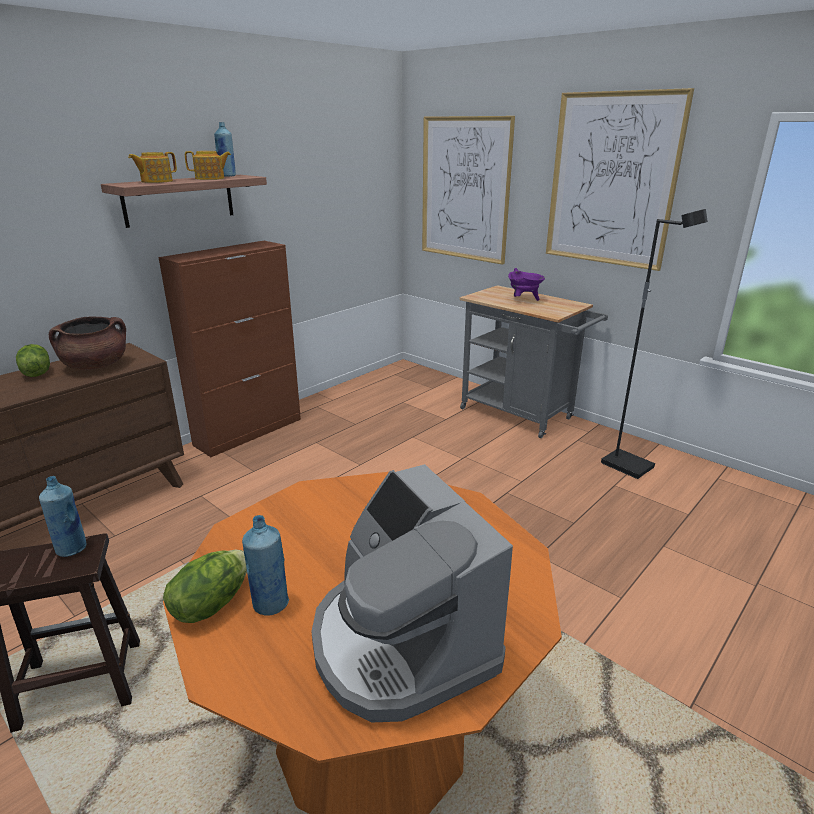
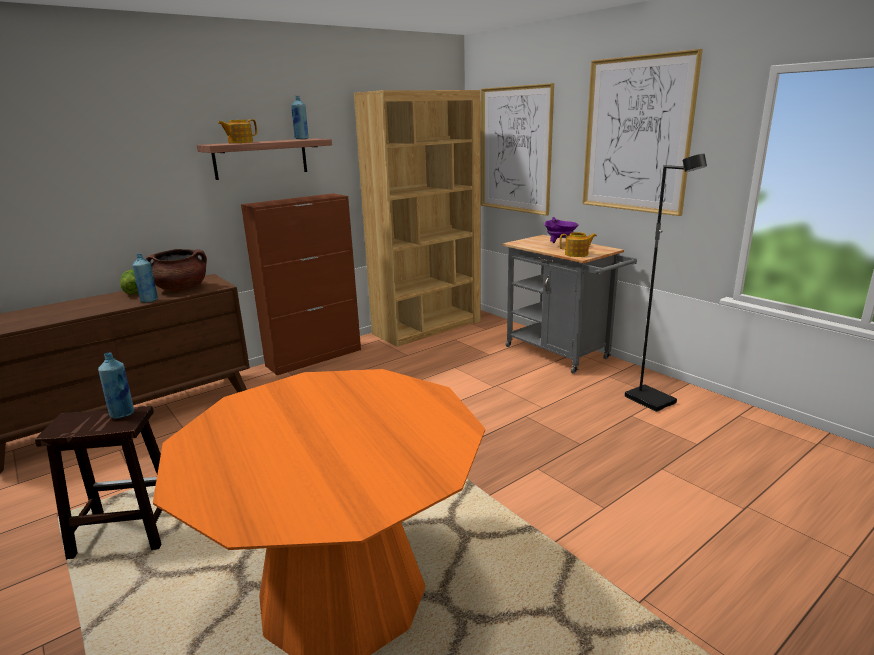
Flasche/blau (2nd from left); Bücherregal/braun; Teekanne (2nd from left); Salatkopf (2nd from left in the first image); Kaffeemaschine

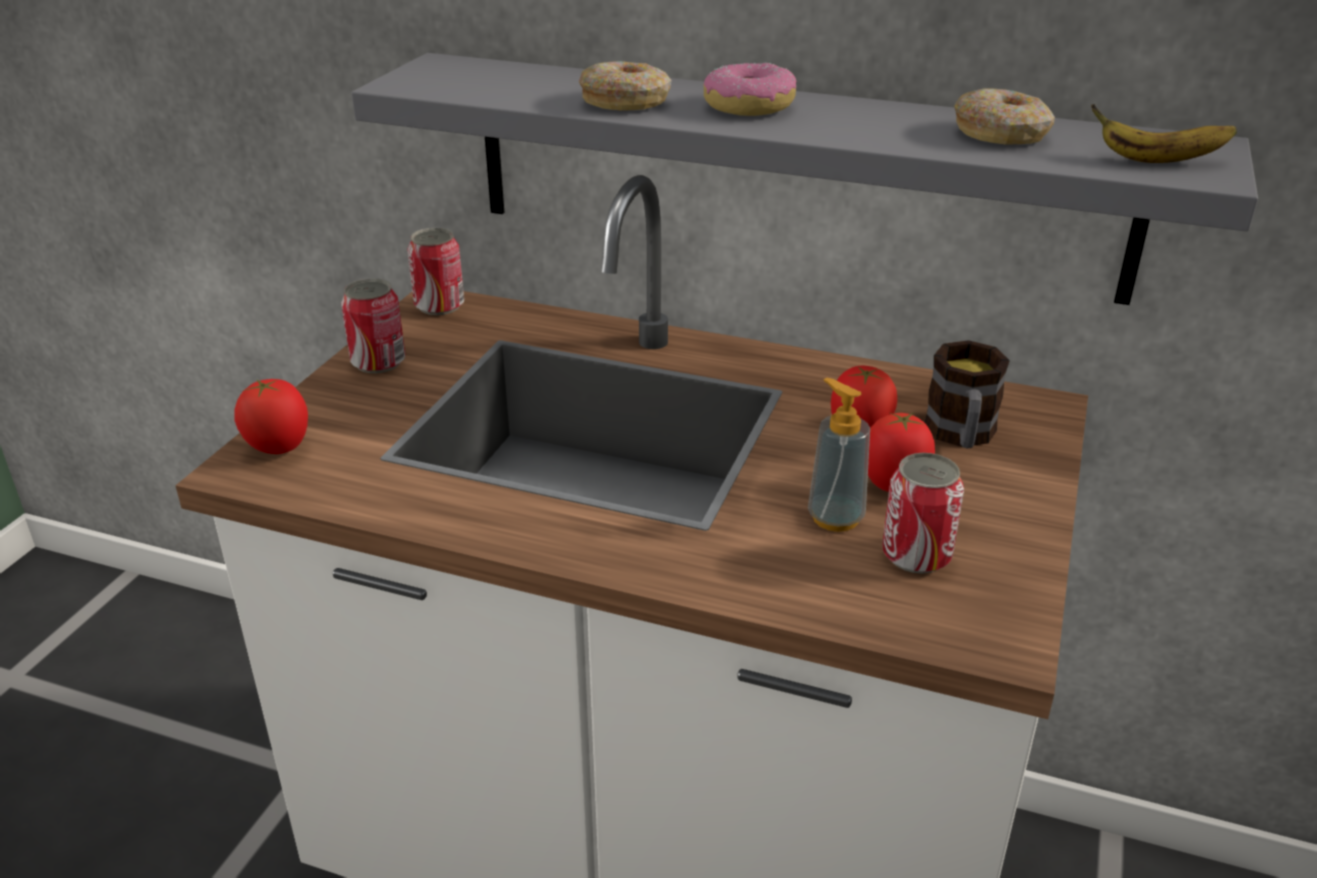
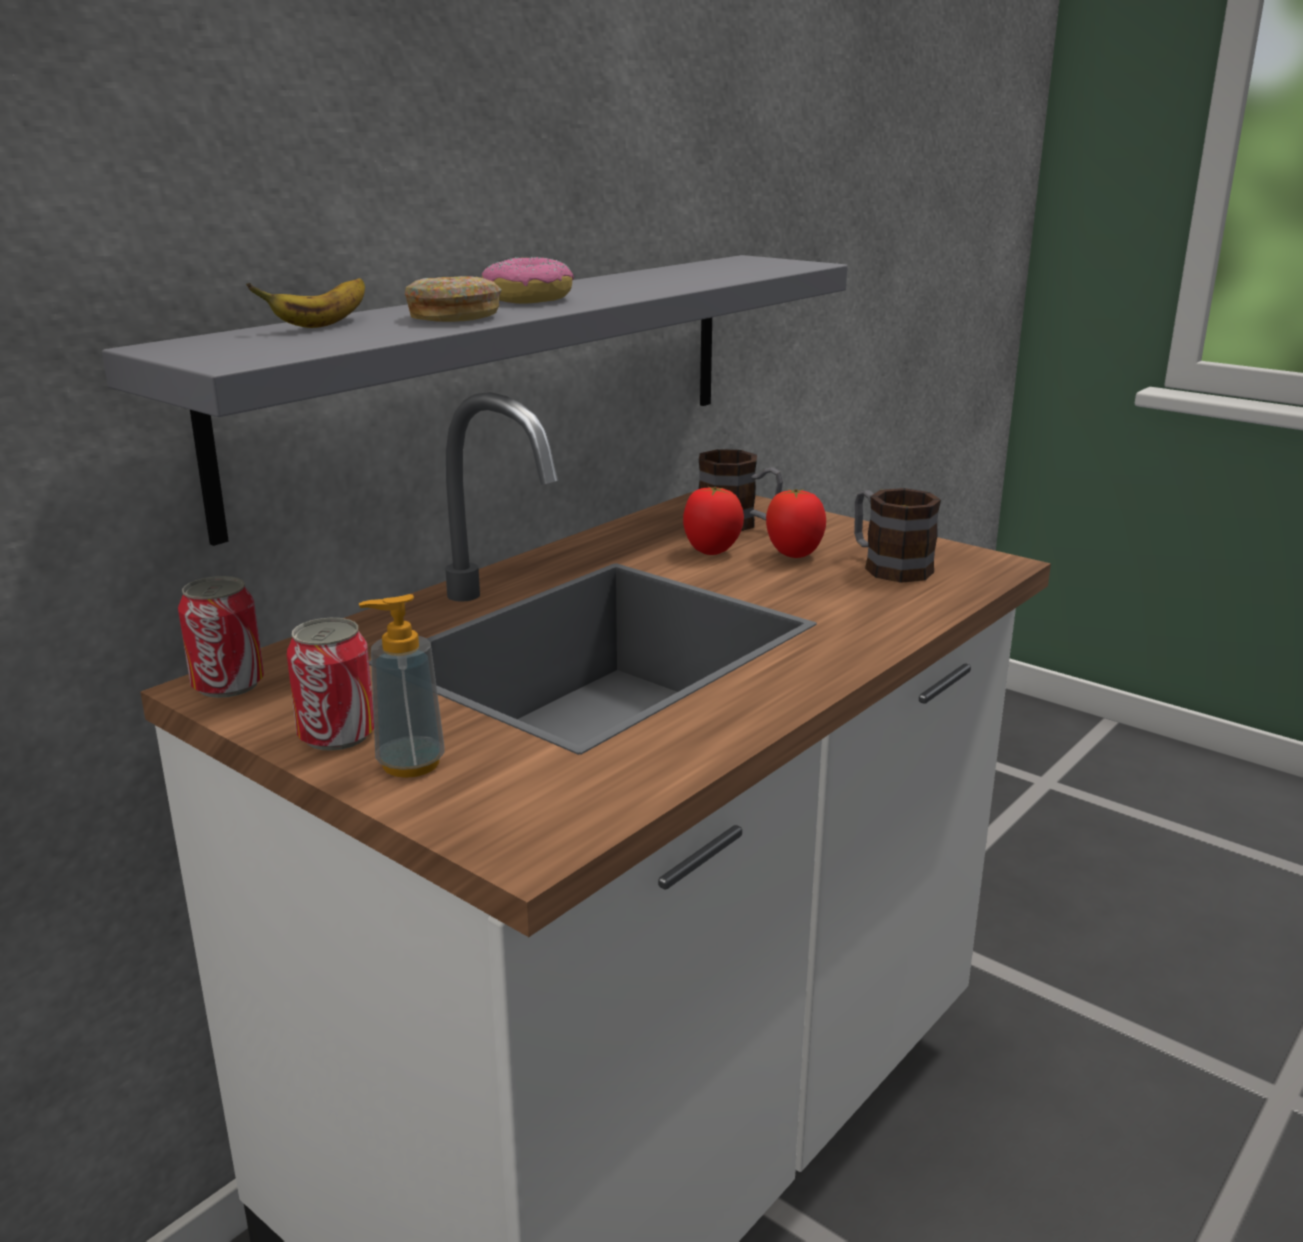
Banane; Seifenspender; Henkelbecher (2nd from left); Tomate (1st from left in the first image); Donut (3rd from left in the first image)

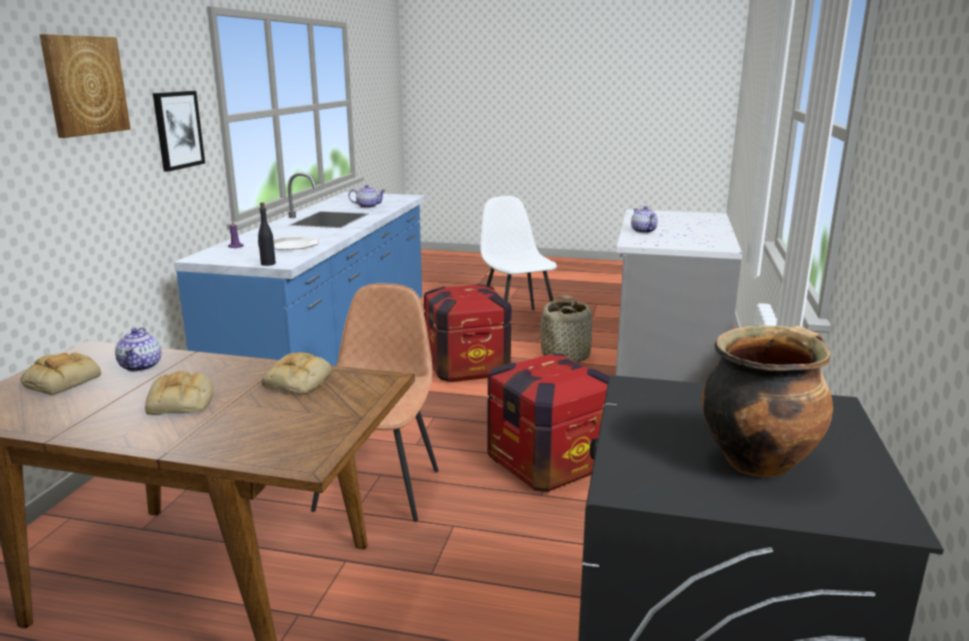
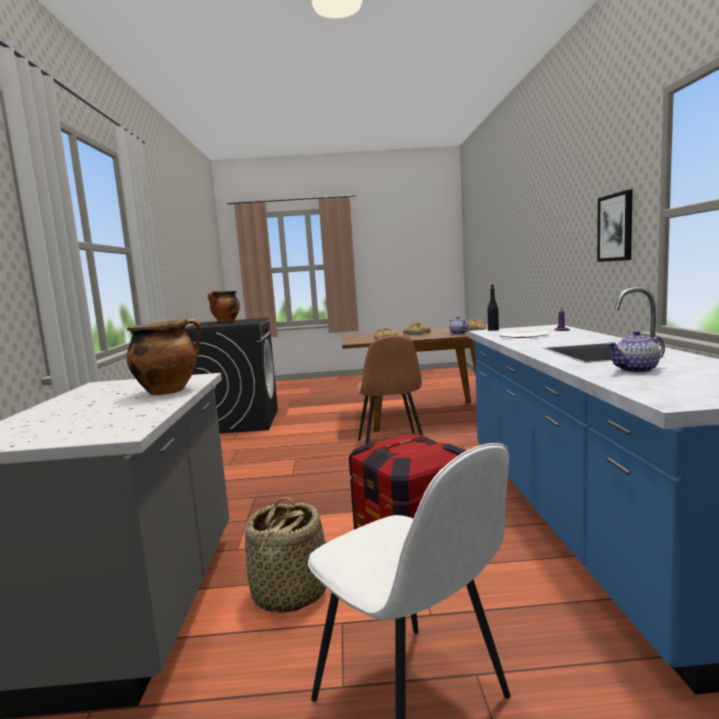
Kochtopf (1st from left); Bild (1st from left in the first image); Kiste (2nd from left in the first image)

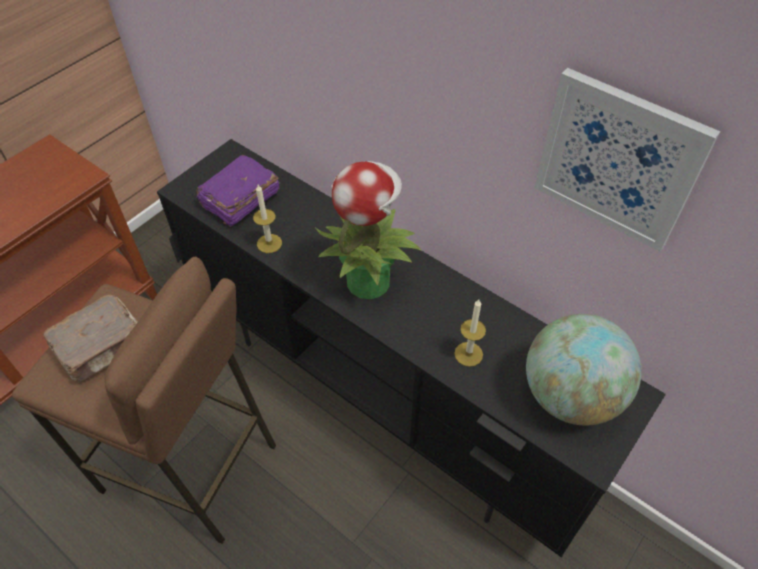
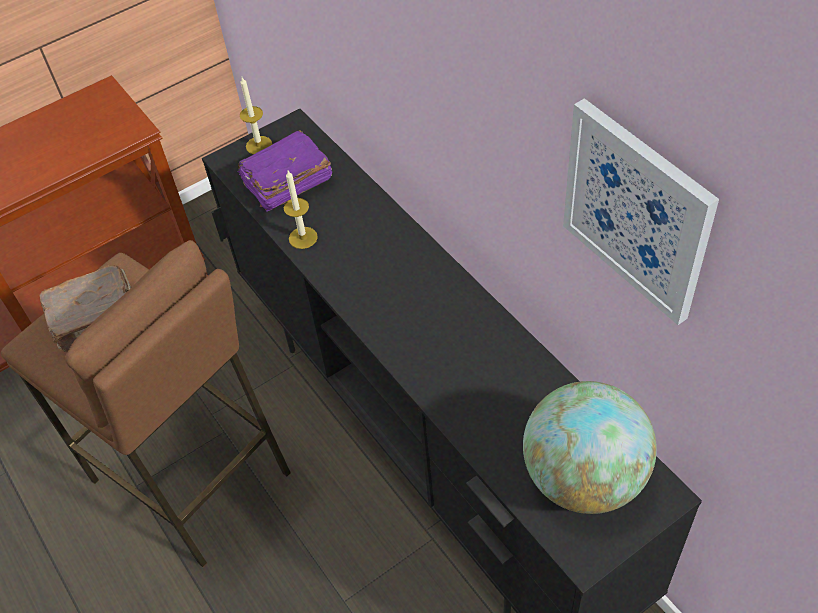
Kerze (1st from left); Topfpflanze

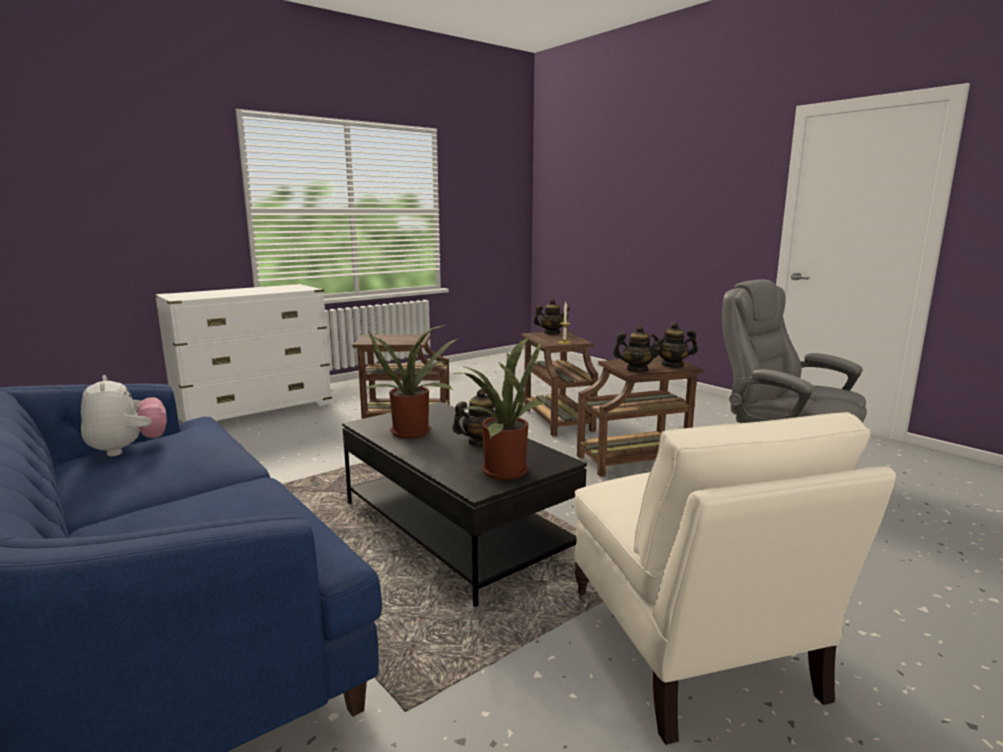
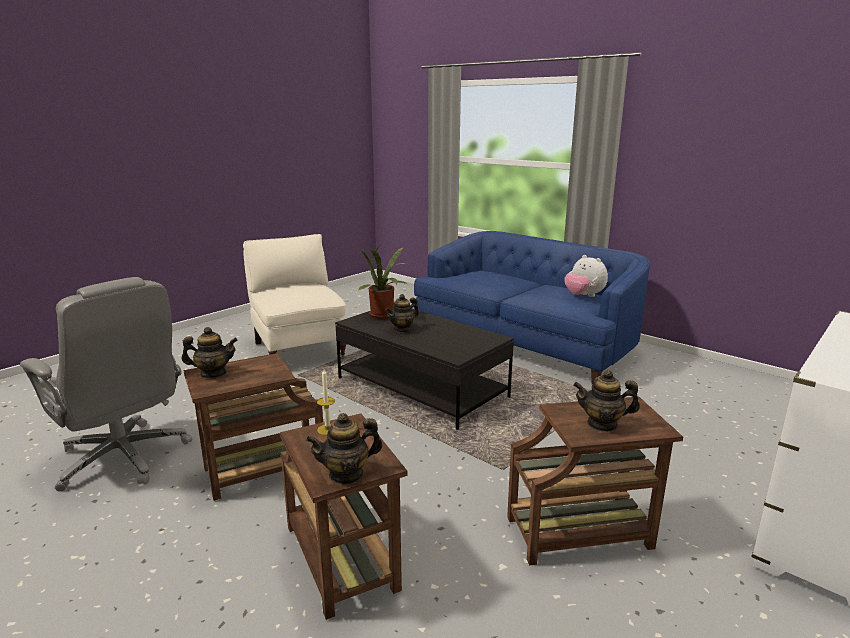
Teekanne (4th from left); Topfpflanze (1st from left in the first image)

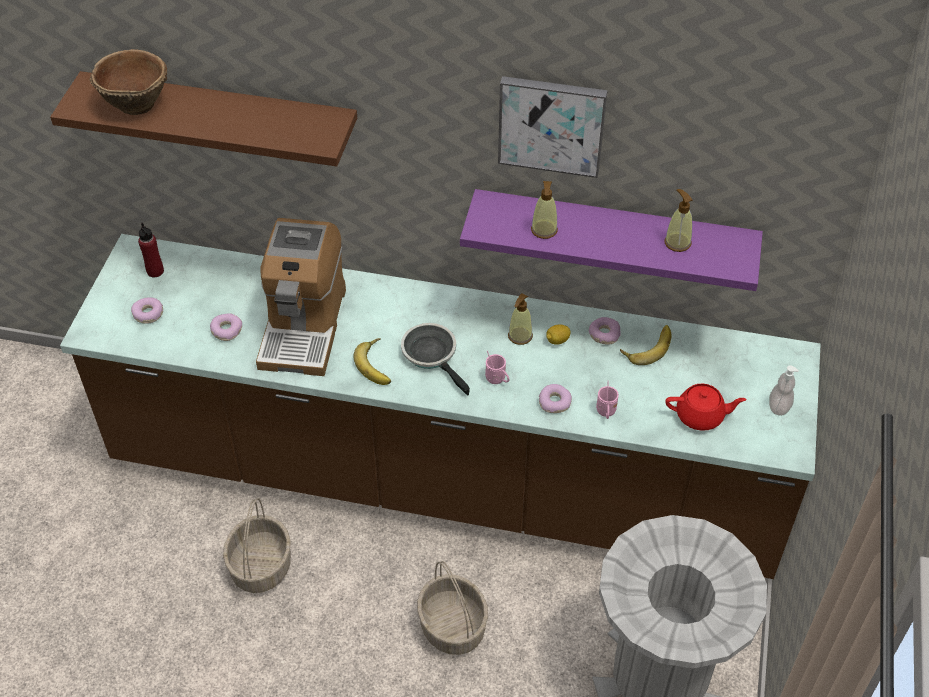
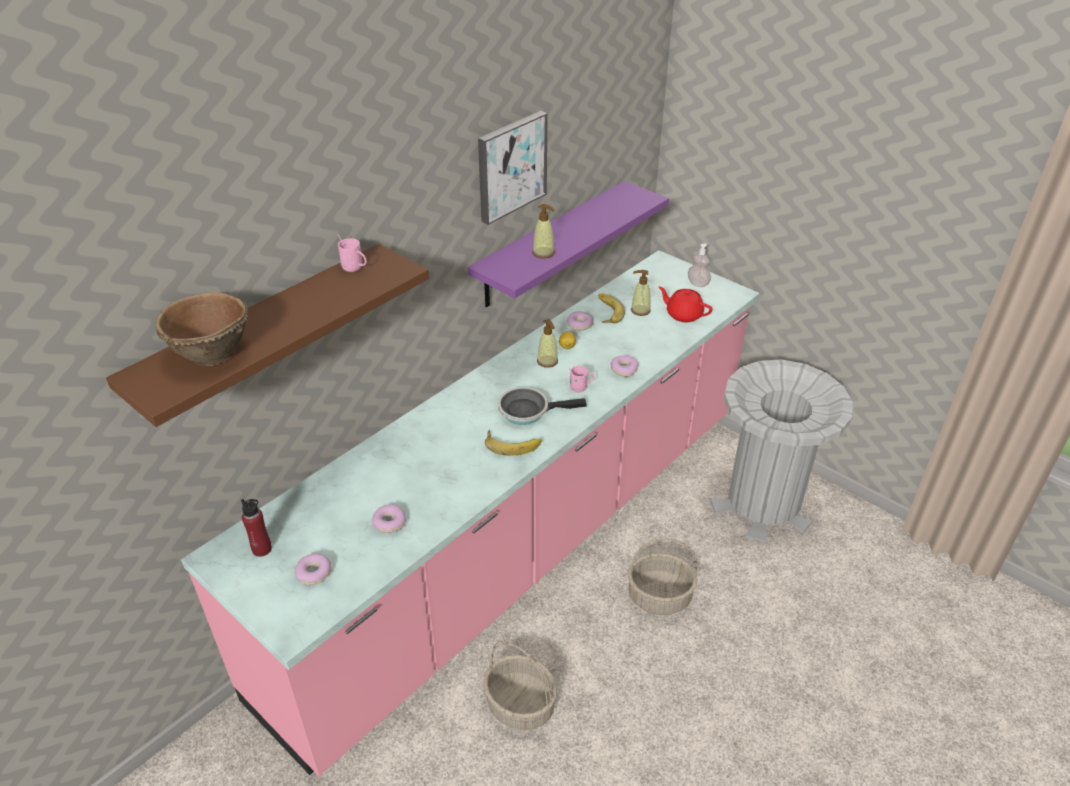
Küchenzeile/rosa; Henkelbecher/rosa (1st from left); Seifenspender (3rd from left); Teekanne/rot; Kaffeemaschine

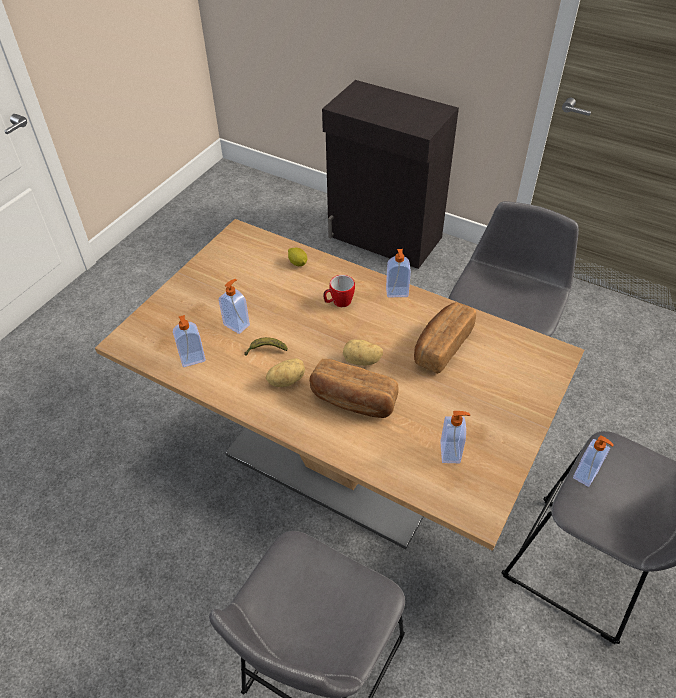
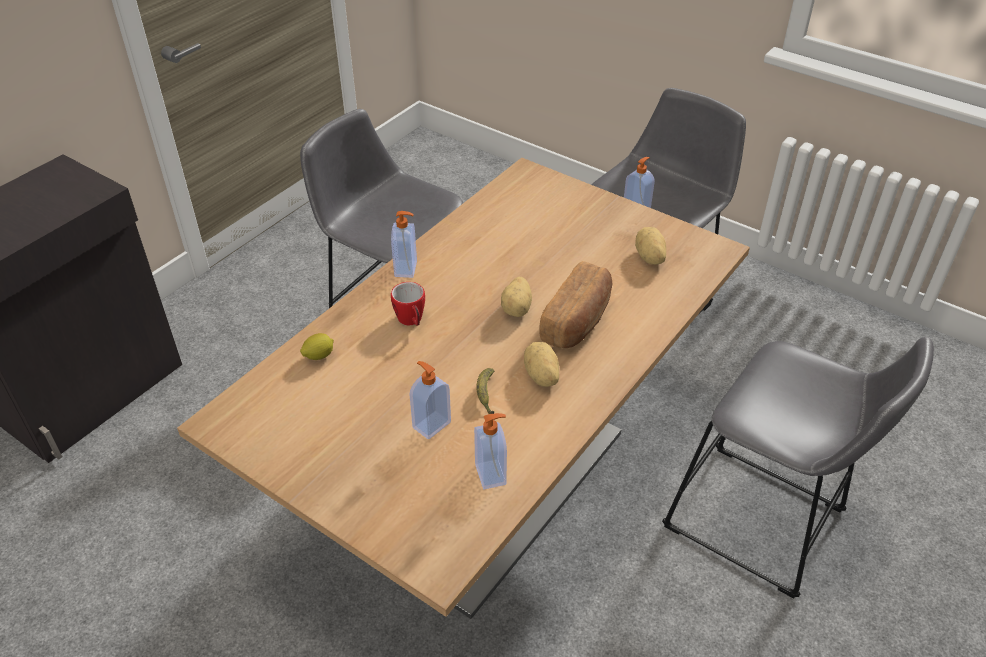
Kartoffel (3rd from left); Brot (2nd from left in the first image)

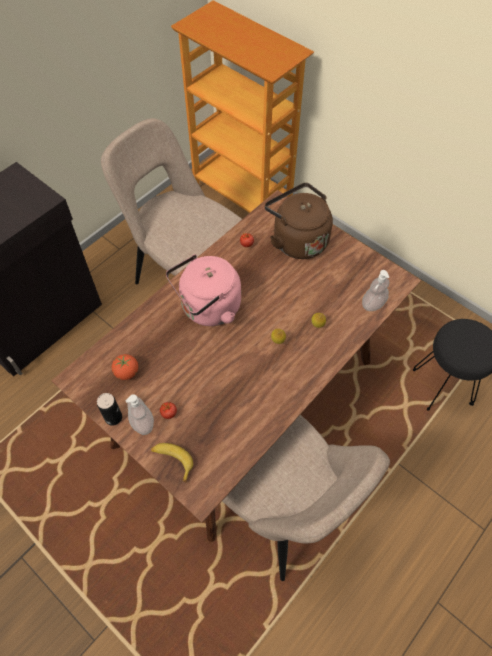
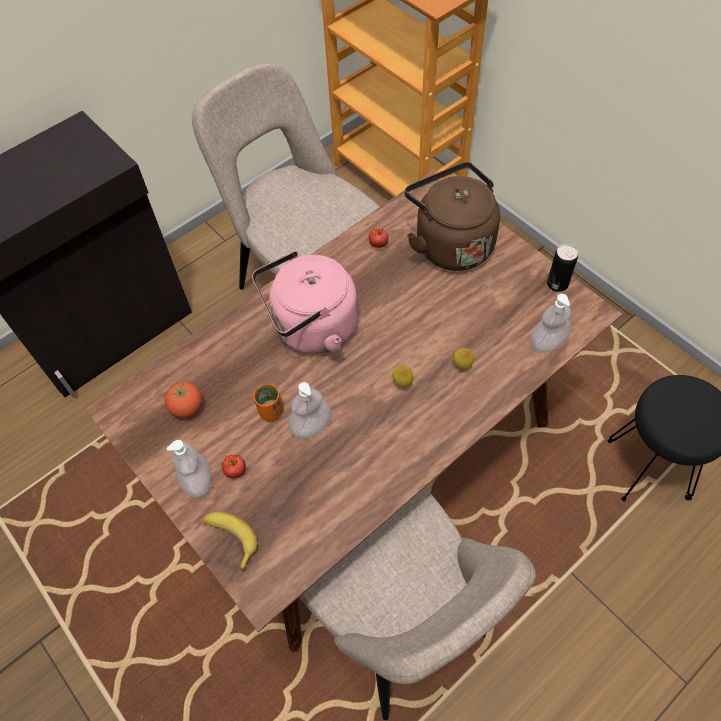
Tasse/orange; Seifenspender (2nd from left); Dose

